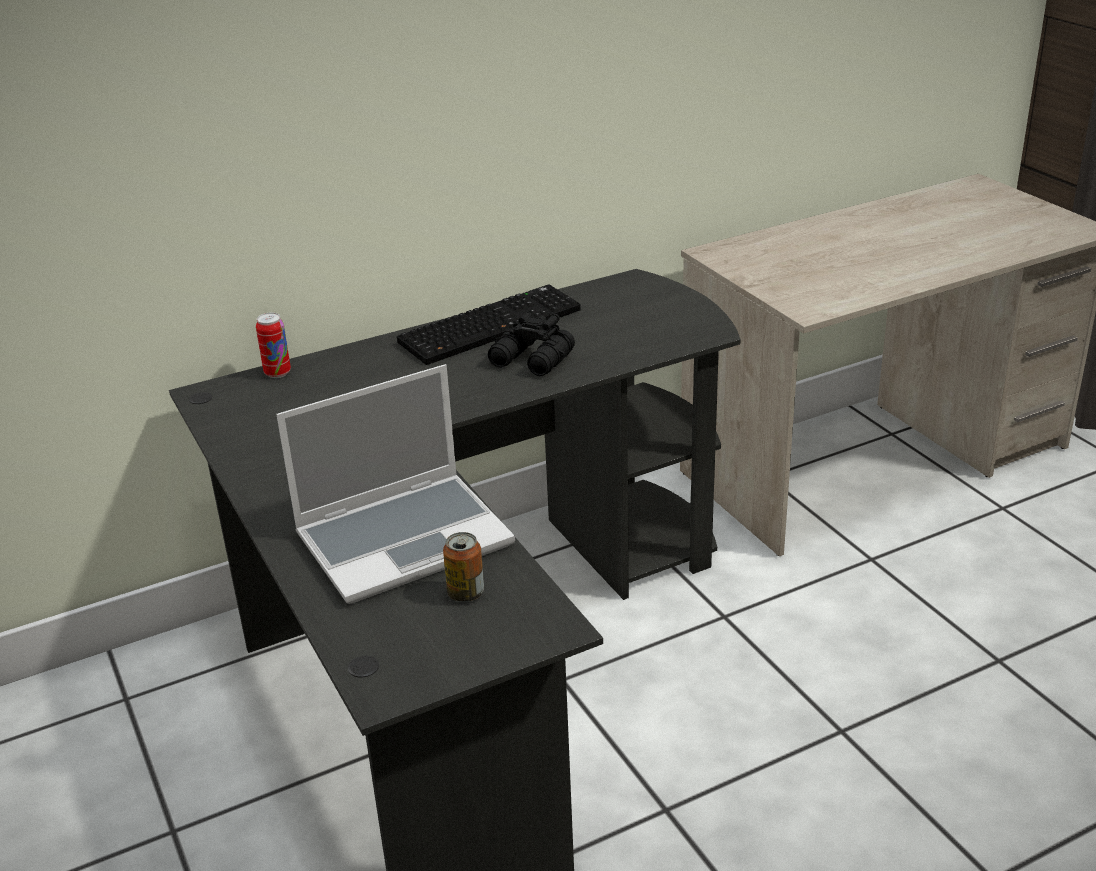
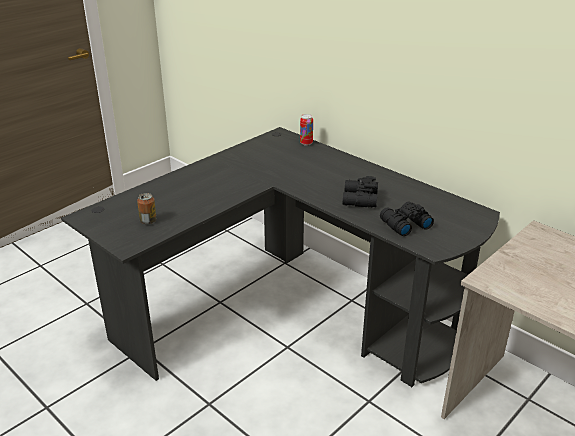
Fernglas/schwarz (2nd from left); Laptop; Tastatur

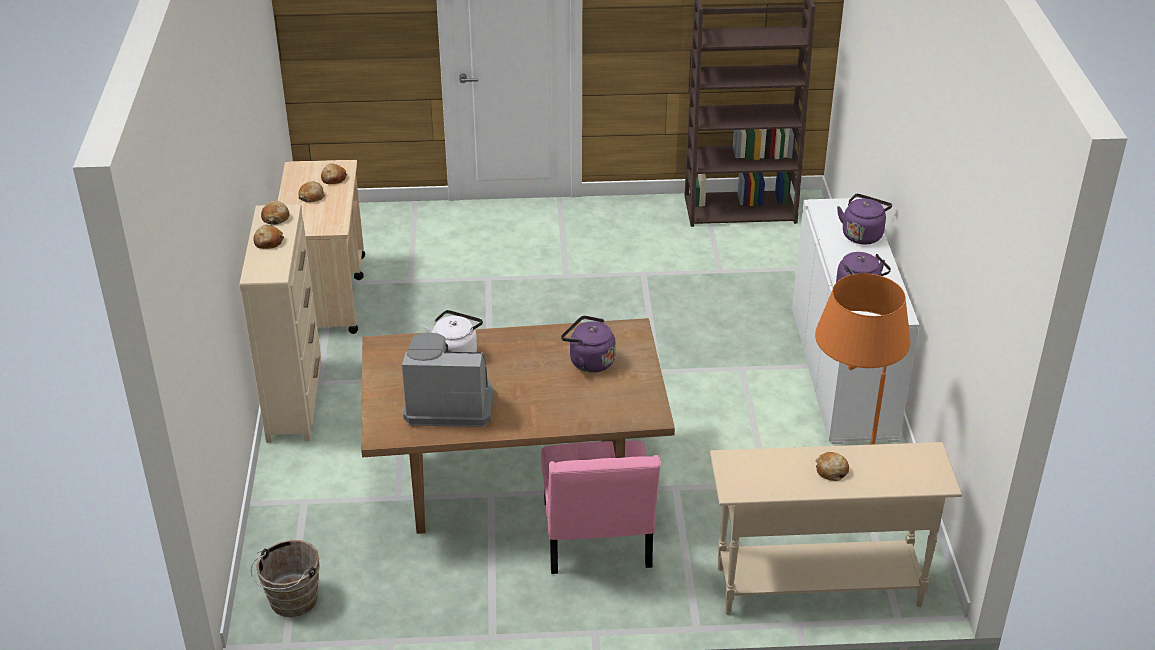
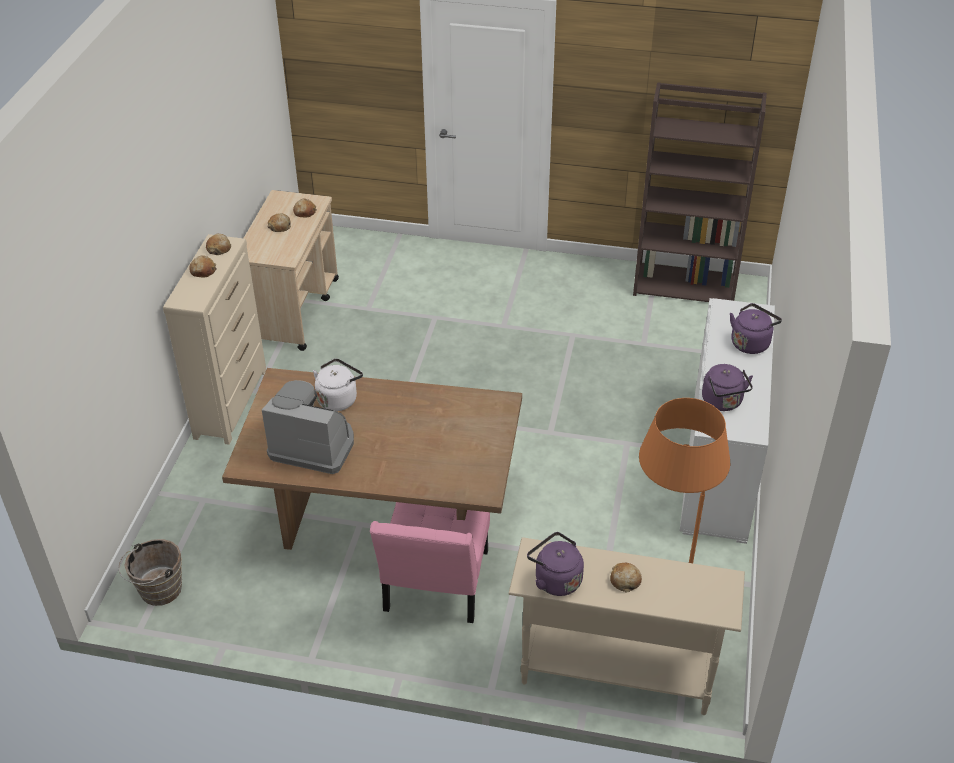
Wasserkessel/lila (1st from left)

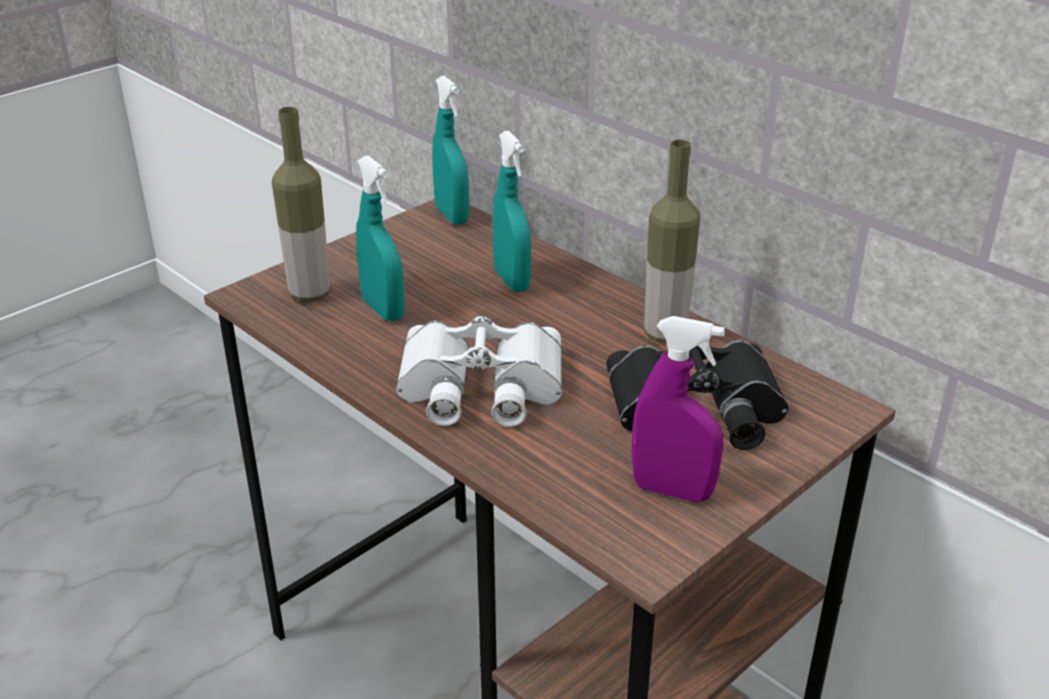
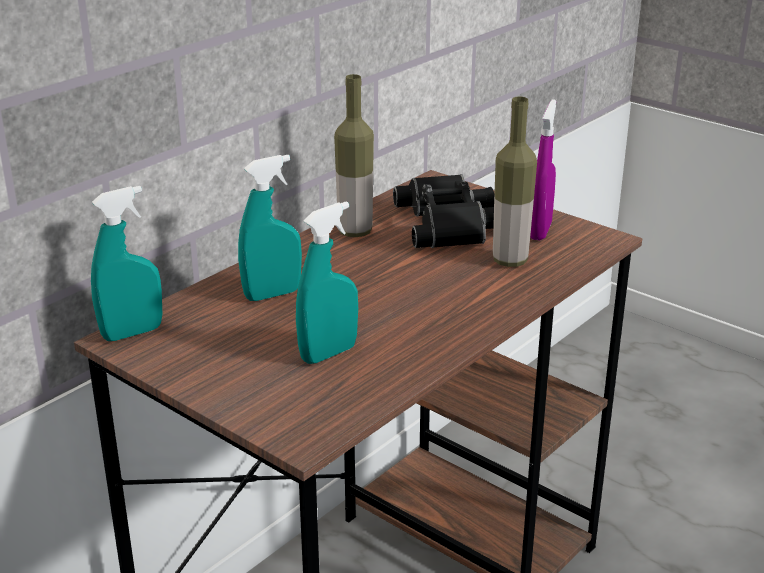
Flasche (2nd from left); Fernglas/weiß

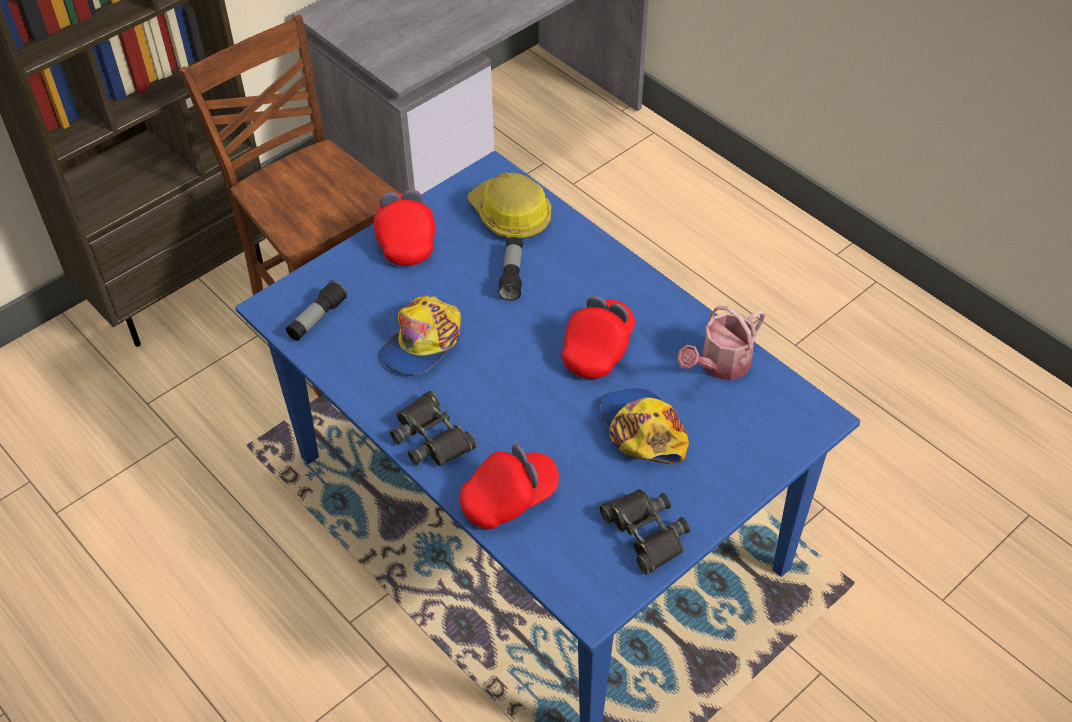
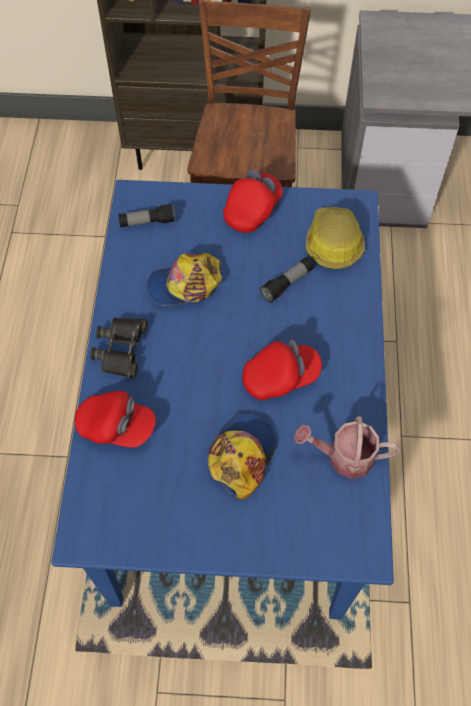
Fernglas/schwarz (2nd from left in the first image)

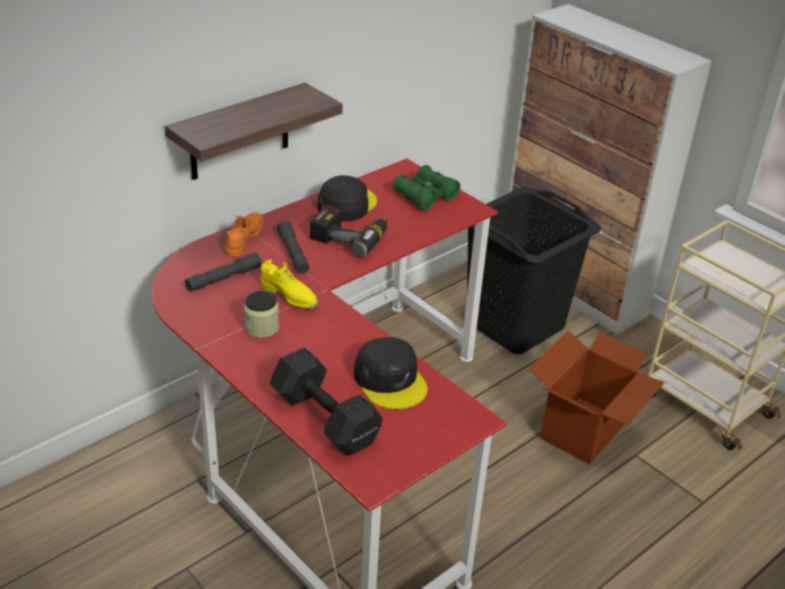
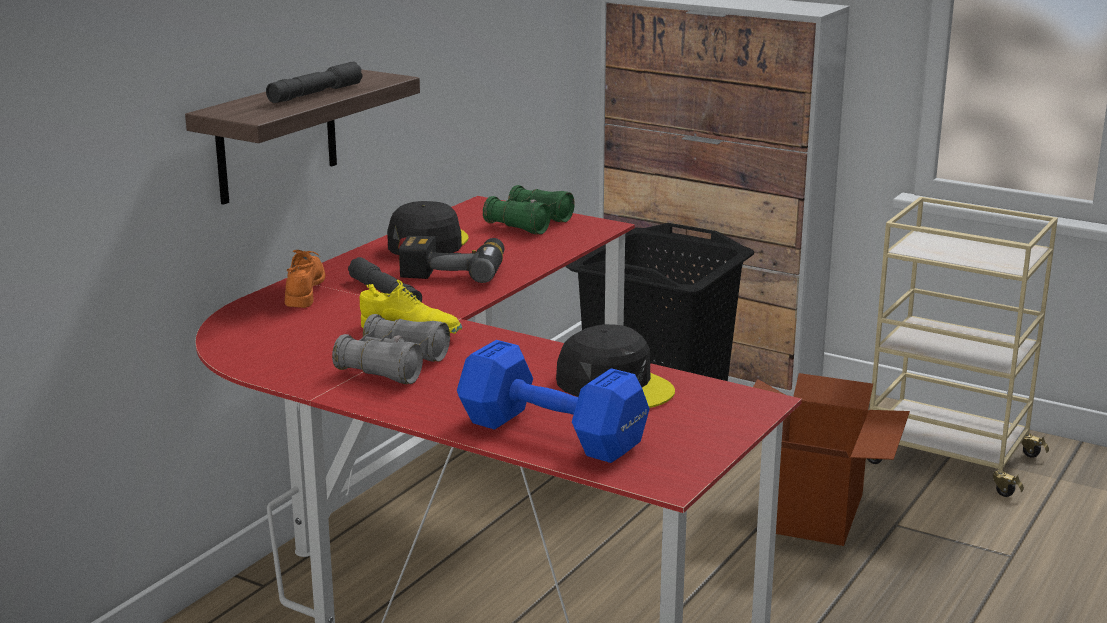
Taschenlampe/grau (1st from left); Fernglas/grau; Hantel/blau

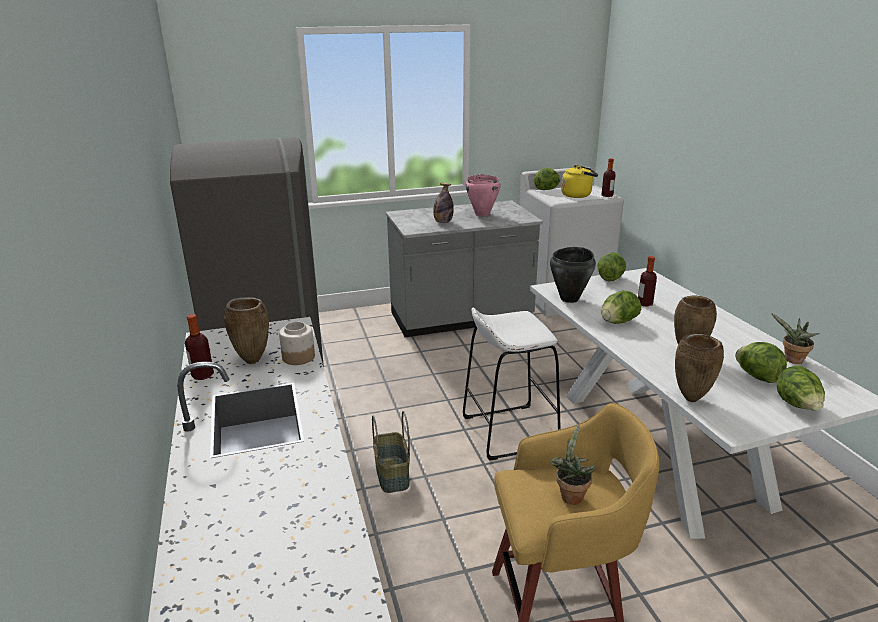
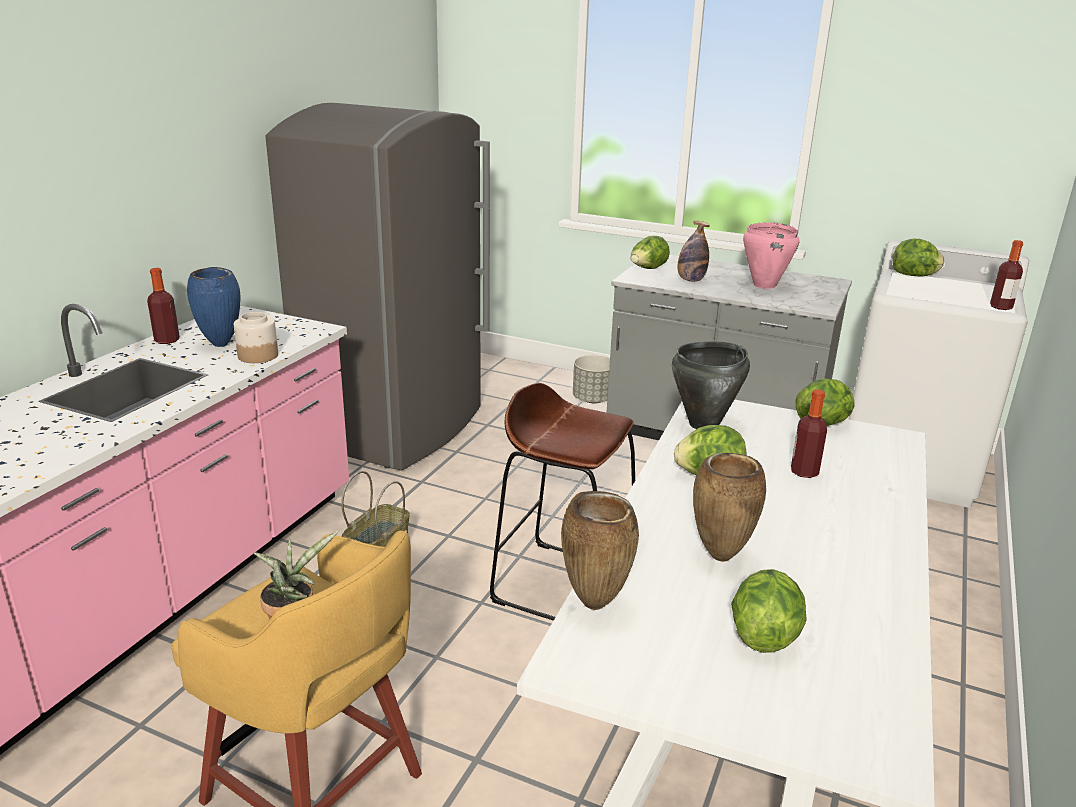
Vase/blau; Hocker/braun; Pflanzkübel/grau; Salatkopf (1st from left); Wasserkessel/gelb; Topfpflanze (2nd from left in the first image)

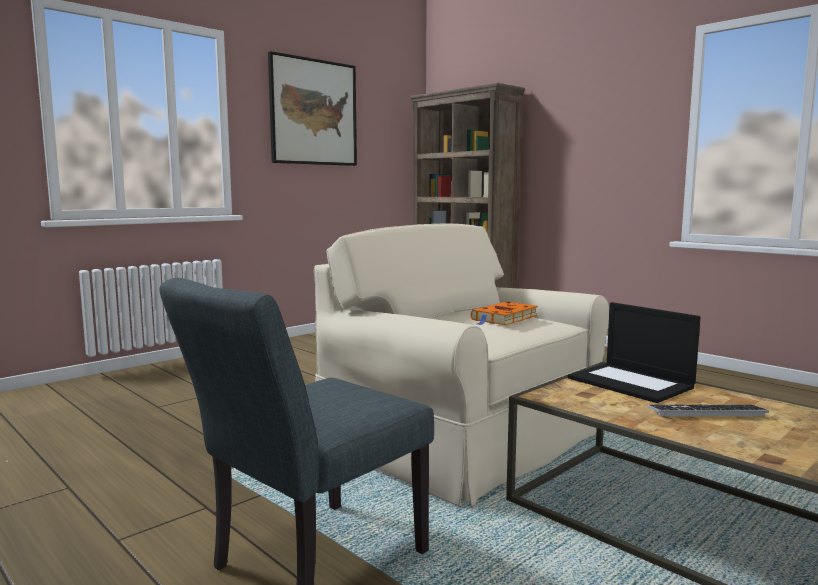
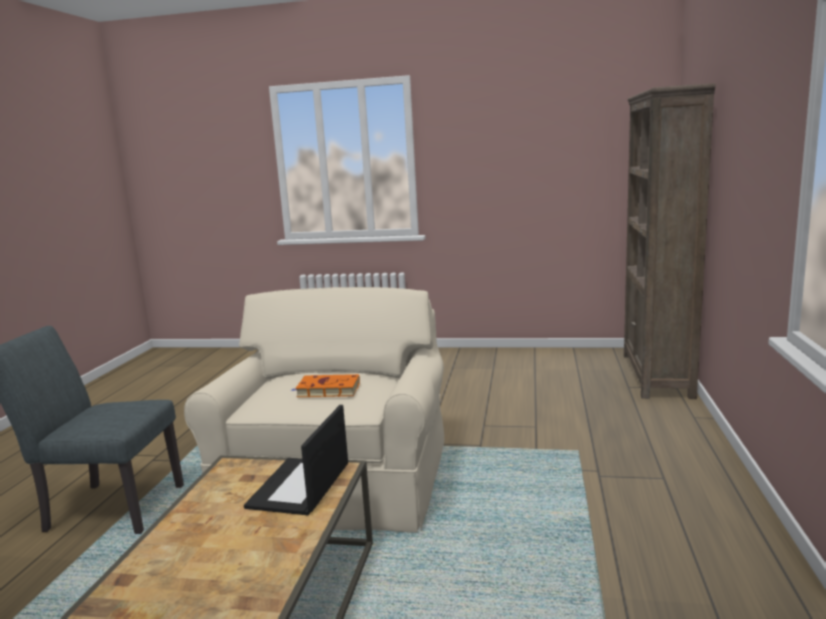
Bild; Tastatur

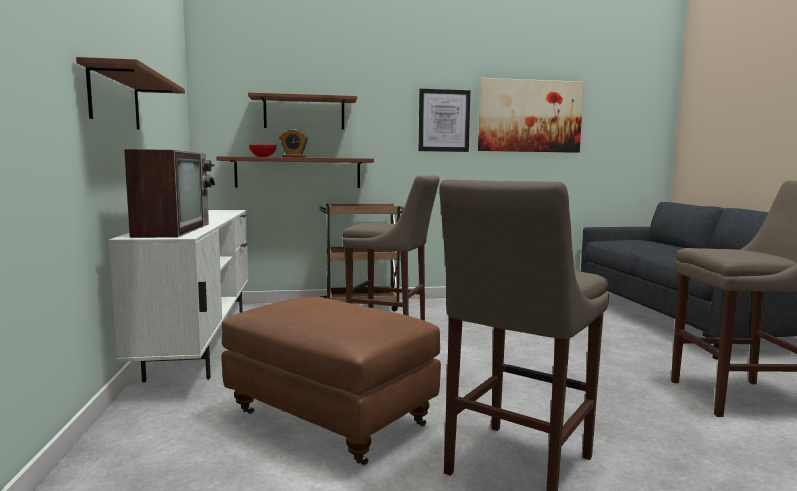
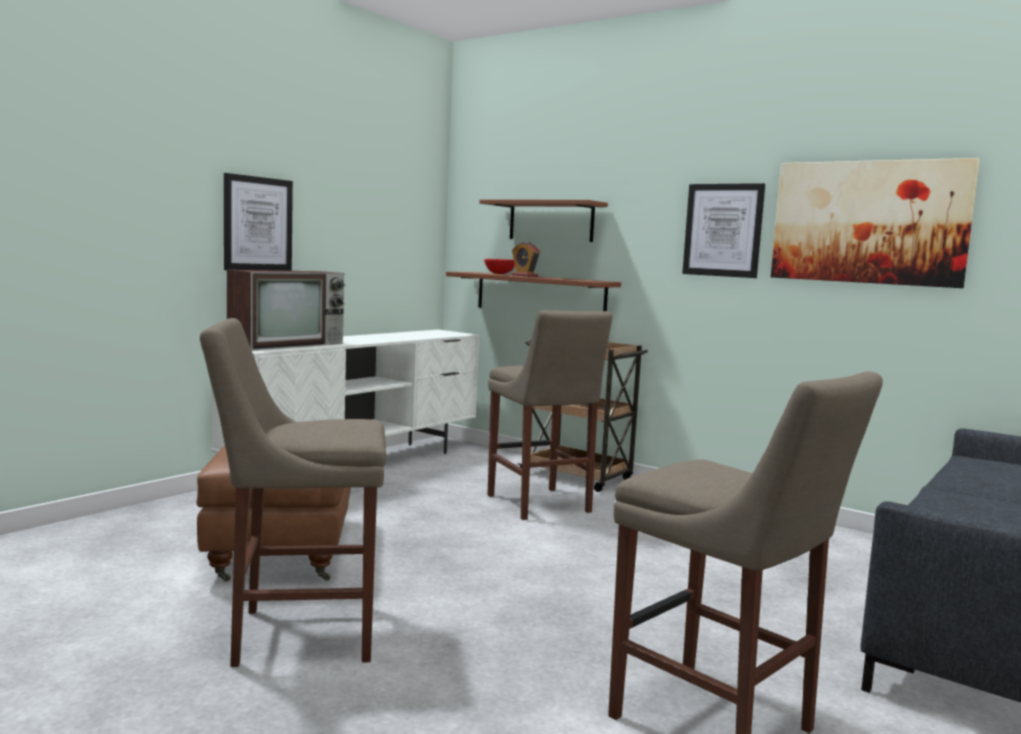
Bild (1st from left)

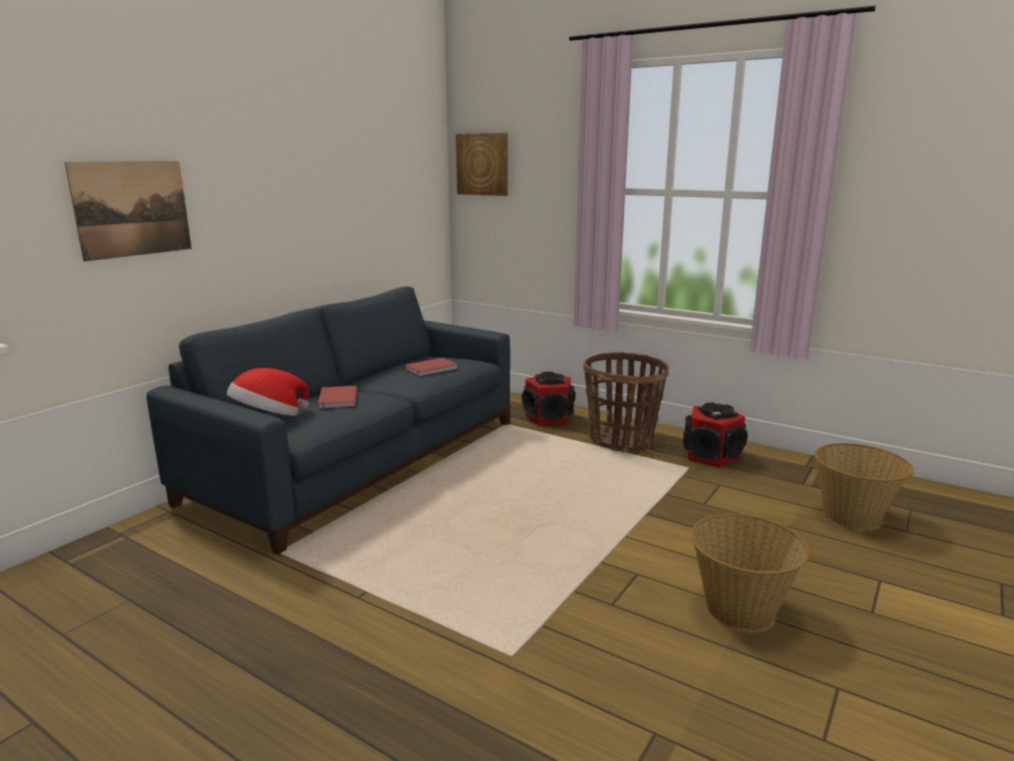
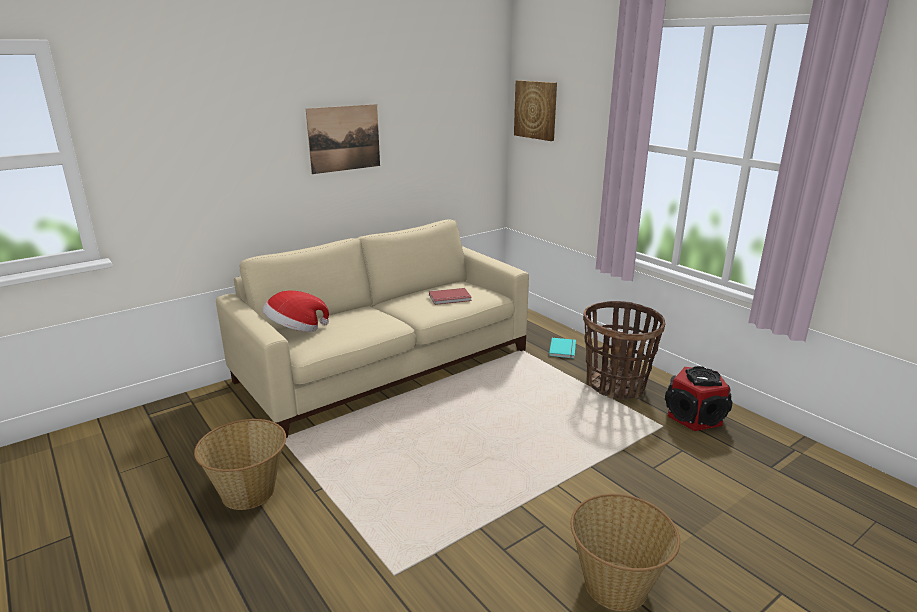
Korb (1st from left); Sofa/beige; Bild (1st from left); Buch/türkis; Buch/rot (1st from left in the first image)

